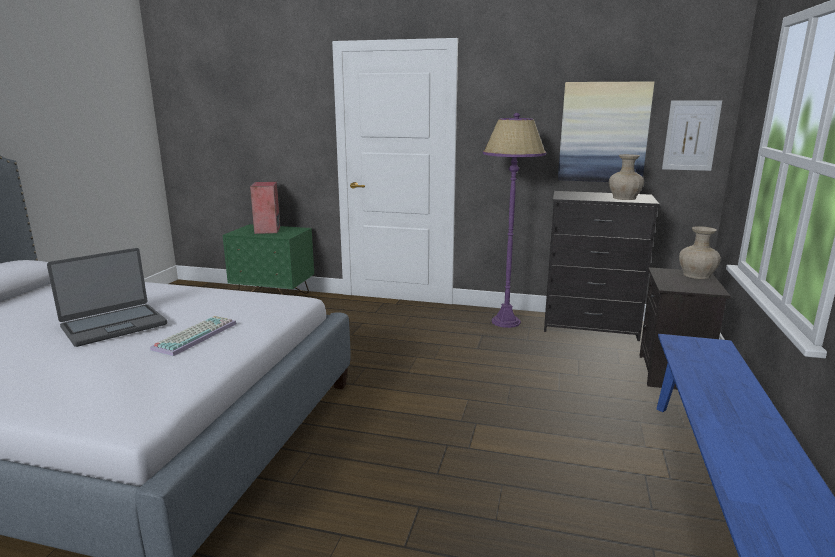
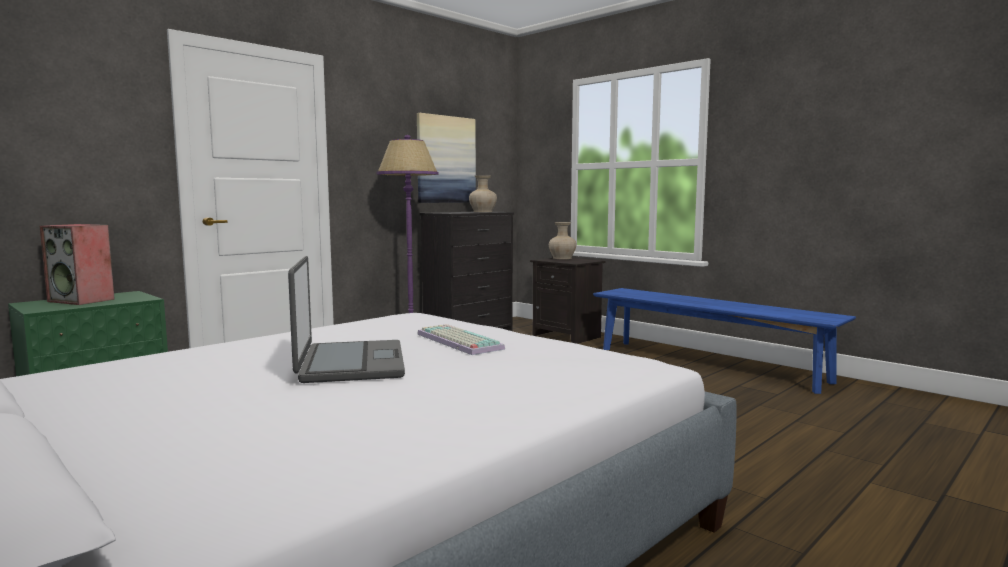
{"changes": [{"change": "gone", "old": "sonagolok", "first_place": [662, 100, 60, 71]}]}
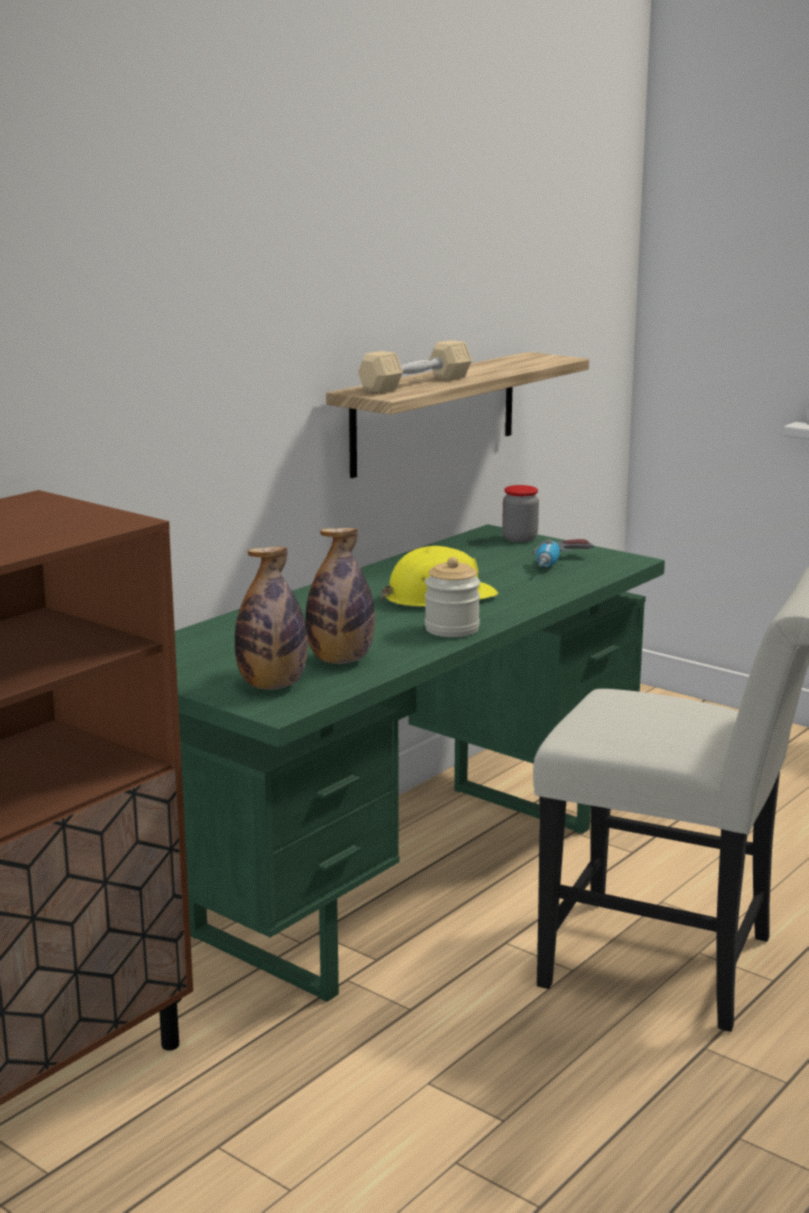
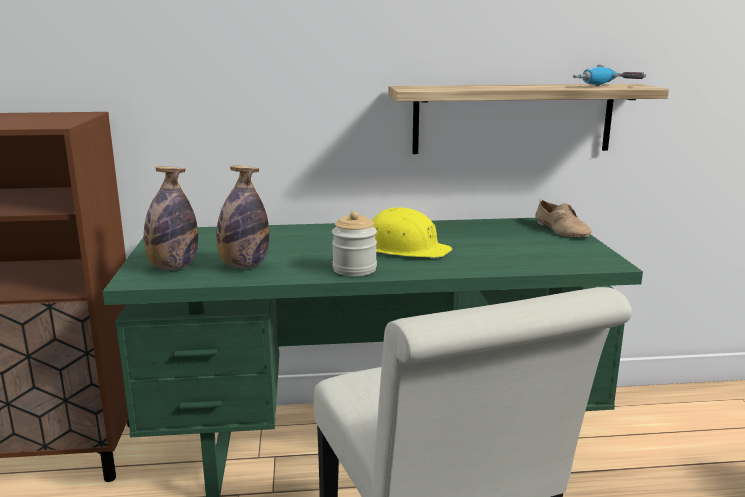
{"changes": [{"change": "gone", "old": "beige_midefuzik", "first_place": [358, 340, 114, 53]}, {"change": "swapped", "old": "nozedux", "new": "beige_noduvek", "first_place": [502, 485, 37, 57], "second_place": [535, 199, 57, 38]}, {"change": "shifted", "old": "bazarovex", "first_place": [532, 539, 62, 28], "second_place": [573, 65, 73, 21]}]}
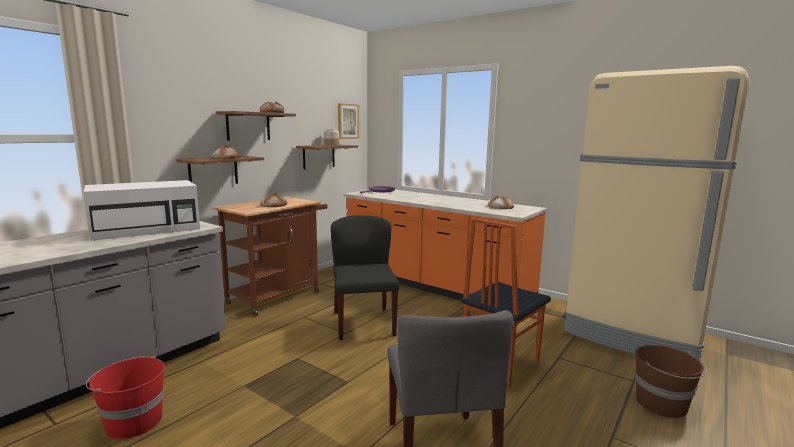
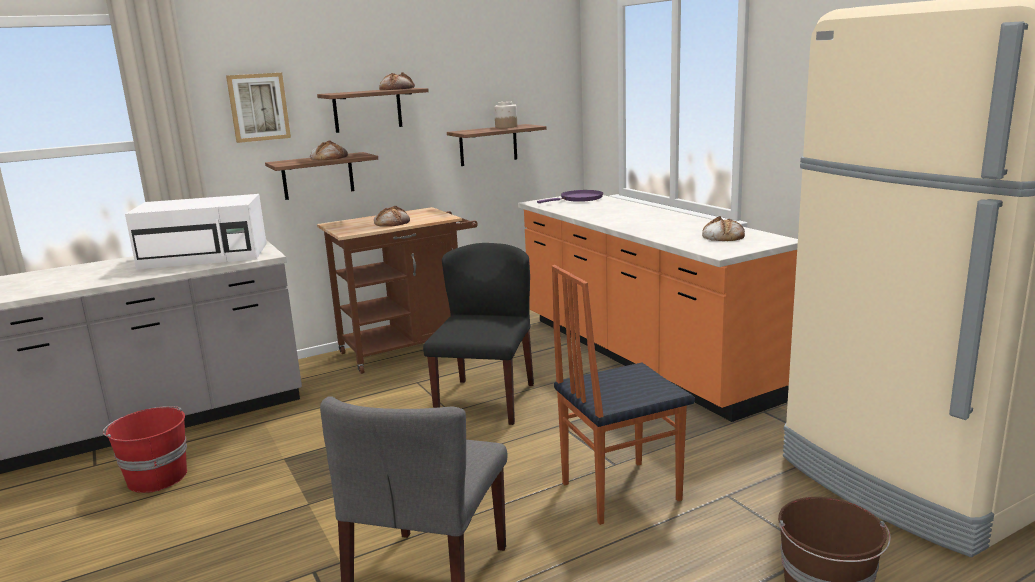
{"changes": [{"change": "shifted", "old": "sonagolok", "first_place": [338, 103, 21, 36], "second_place": [226, 73, 65, 70]}]}
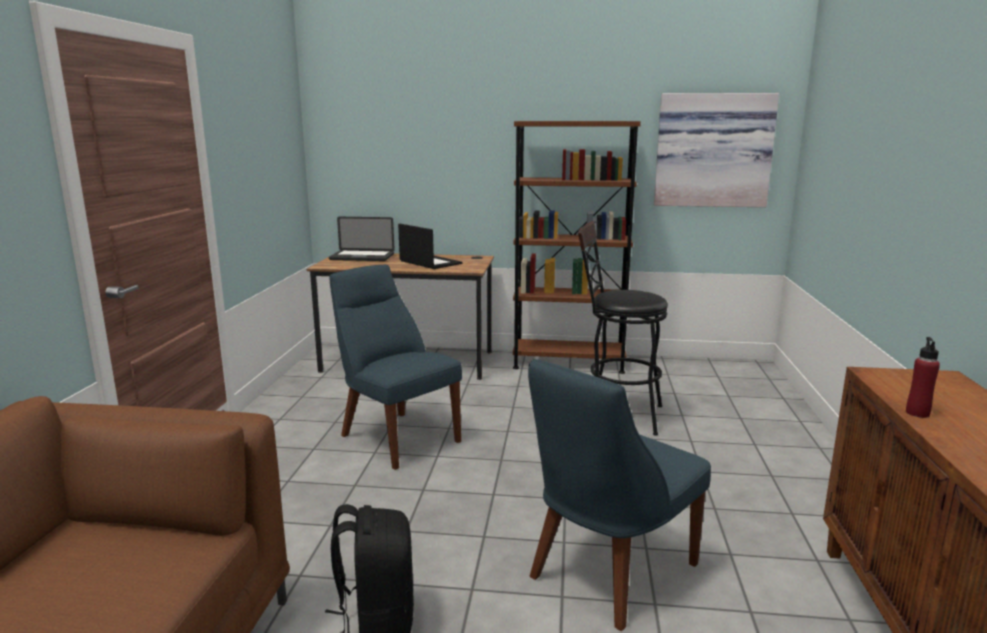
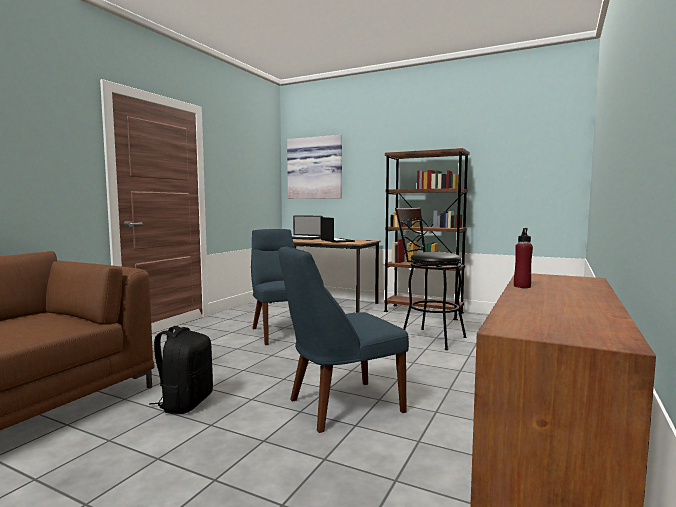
{"changes": [{"change": "shifted", "old": "sonagolok", "first_place": [654, 93, 125, 114], "second_place": [287, 135, 55, 64]}]}
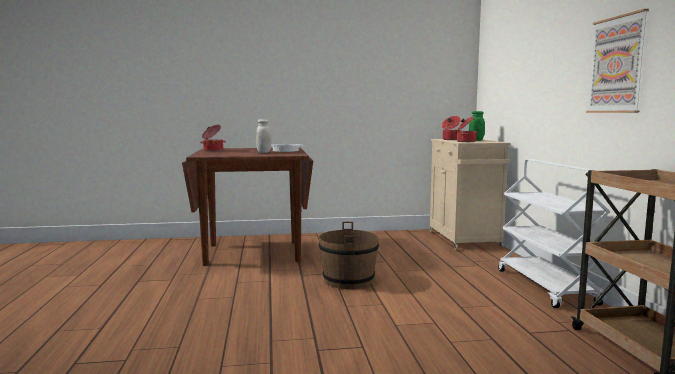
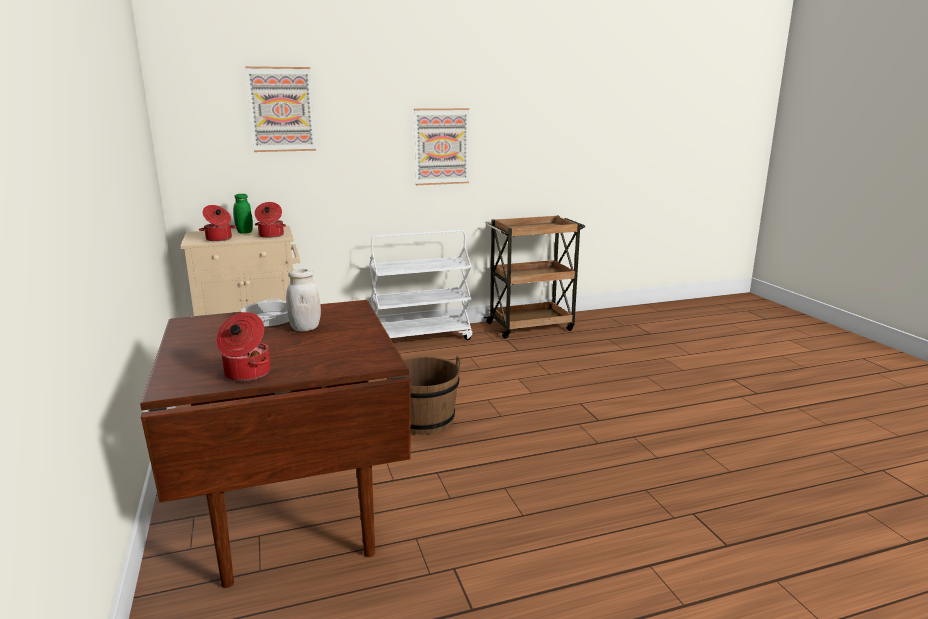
{"changes": [{"change": "new", "new": "sonagolok", "second_place": [245, 66, 71, 86]}]}
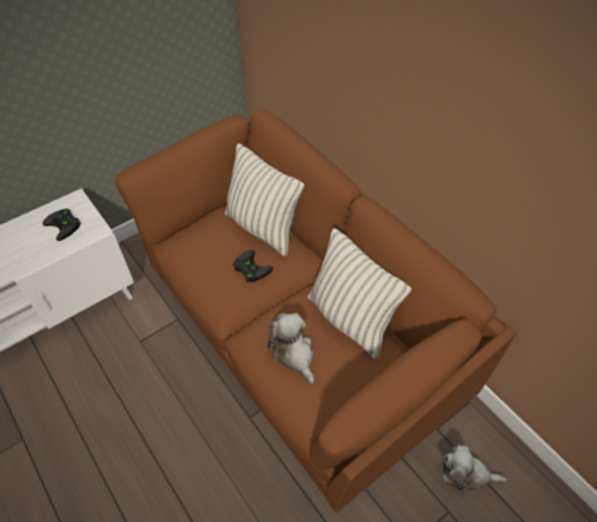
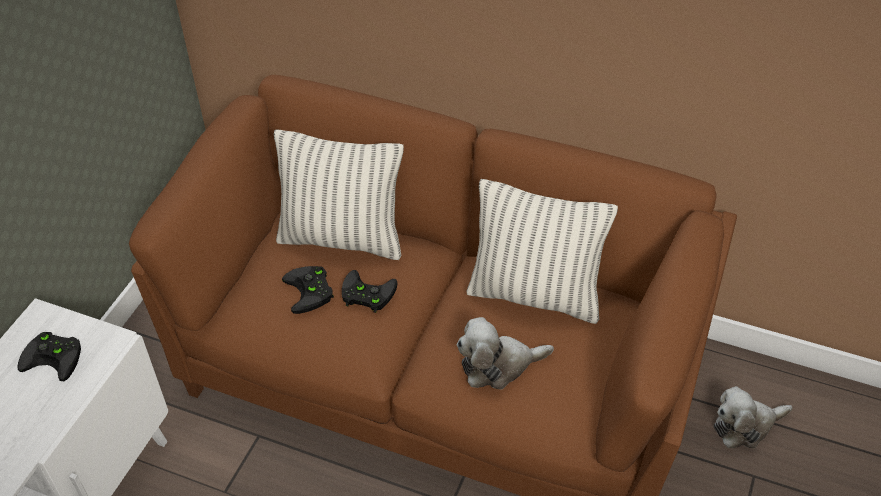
{"changes": [{"change": "rotated", "old": "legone", "first_place": [267, 313, 47, 71], "second_place": [457, 317, 97, 73], "degrees": -45}, {"change": "new", "new": "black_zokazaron", "second_place": [282, 266, 52, 48]}]}
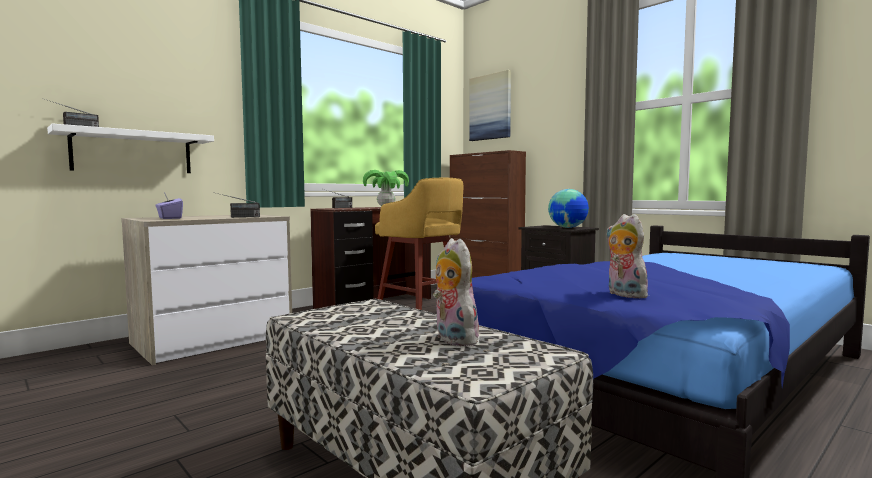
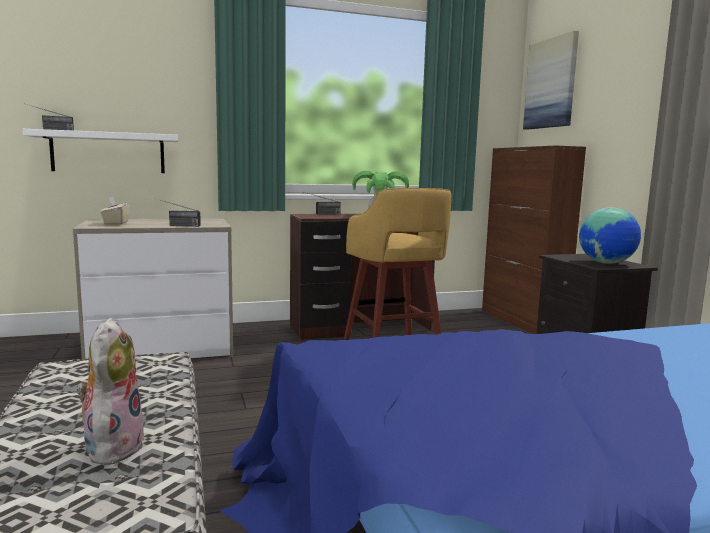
{"changes": [{"change": "repainted", "old": "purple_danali", "new": "beige_danali", "first_place": [156, 194, 27, 25], "second_place": [100, 197, 30, 28]}, {"change": "gone", "old": "legone", "first_place": [607, 214, 45, 84]}]}
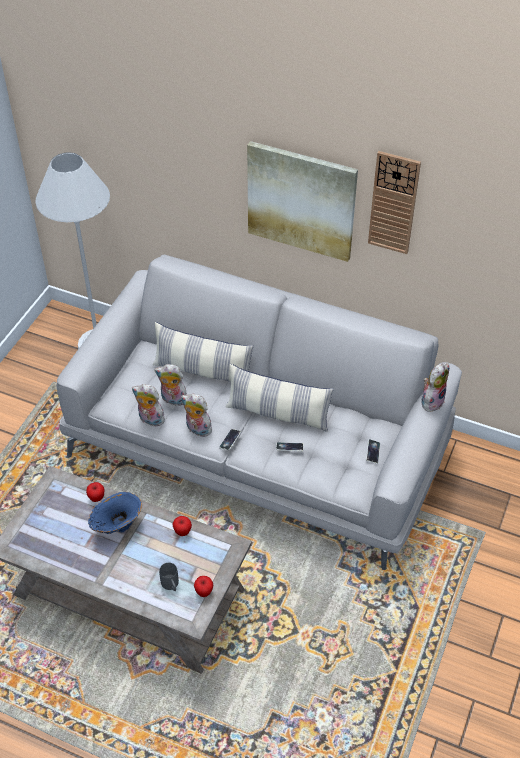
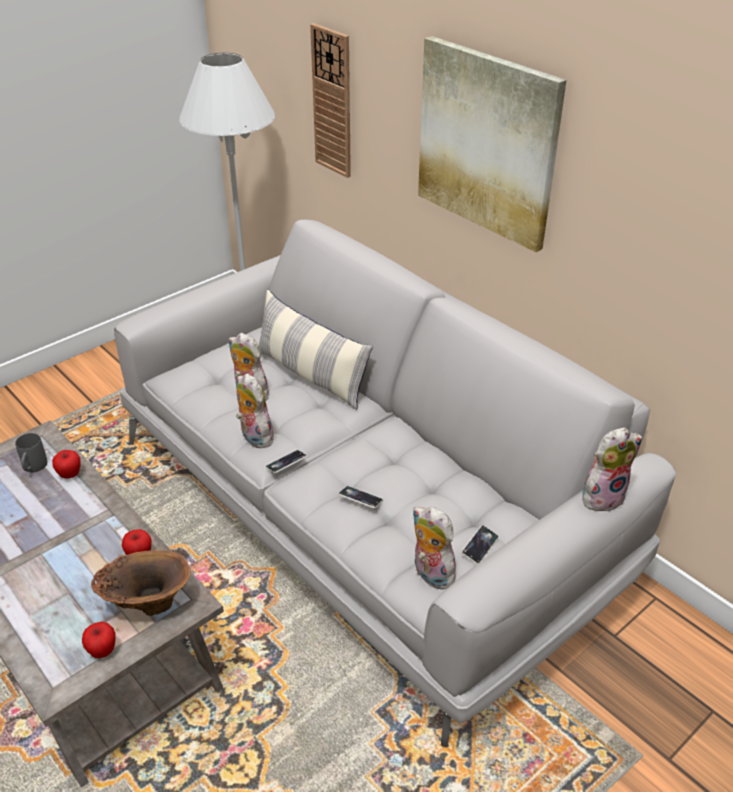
{"changes": [{"change": "gone", "old": "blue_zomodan", "first_place": [88, 492, 54, 42]}, {"change": "shifted", "old": "legone", "first_place": [132, 384, 33, 42], "second_place": [412, 507, 44, 83]}, {"change": "shifted", "old": "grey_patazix", "first_place": [159, 563, 20, 28], "second_place": [15, 433, 32, 39]}, {"change": "gone", "old": "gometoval", "first_place": [226, 364, 108, 68]}, {"change": "shifted", "old": "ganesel", "first_place": [368, 151, 53, 103], "second_place": [310, 23, 41, 155]}, {"change": "new", "new": "brown_zomodan", "second_place": [91, 550, 100, 66]}]}
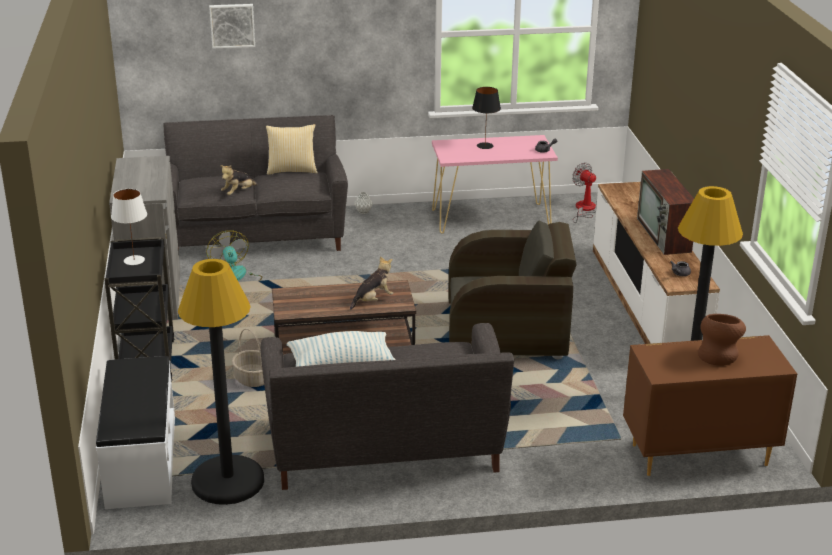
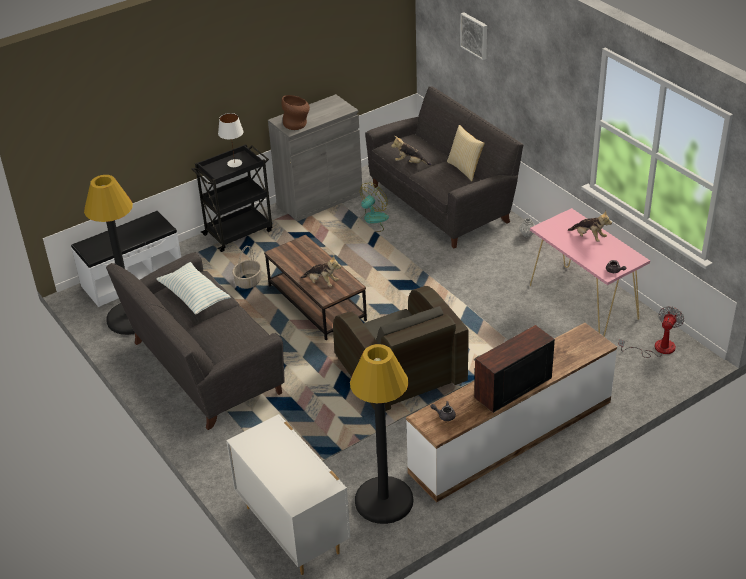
{"changes": [{"change": "swapped", "old": "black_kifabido", "new": "legone", "first_place": [472, 87, 29, 62], "second_place": [568, 211, 44, 31]}, {"change": "repainted", "old": "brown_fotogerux", "new": "white_fotogerux", "first_place": [623, 335, 174, 141], "second_place": [226, 414, 125, 161]}, {"change": "shifted", "old": "brown_zomodan", "first_place": [698, 314, 48, 52], "second_place": [281, 95, 29, 35]}]}
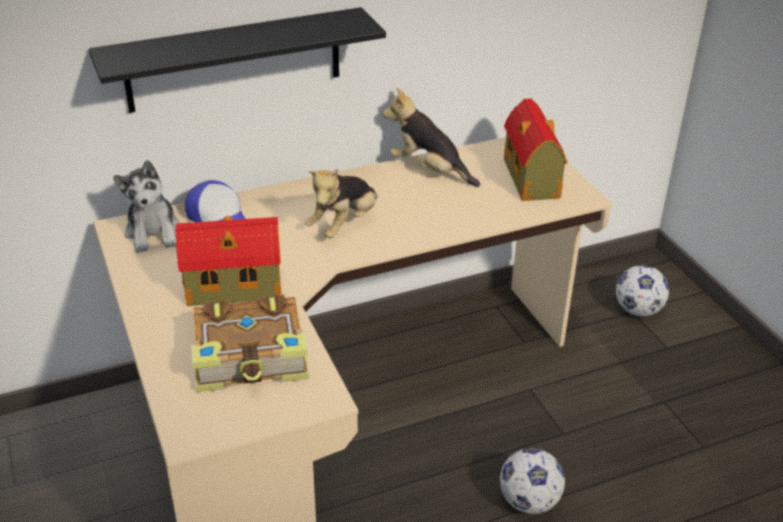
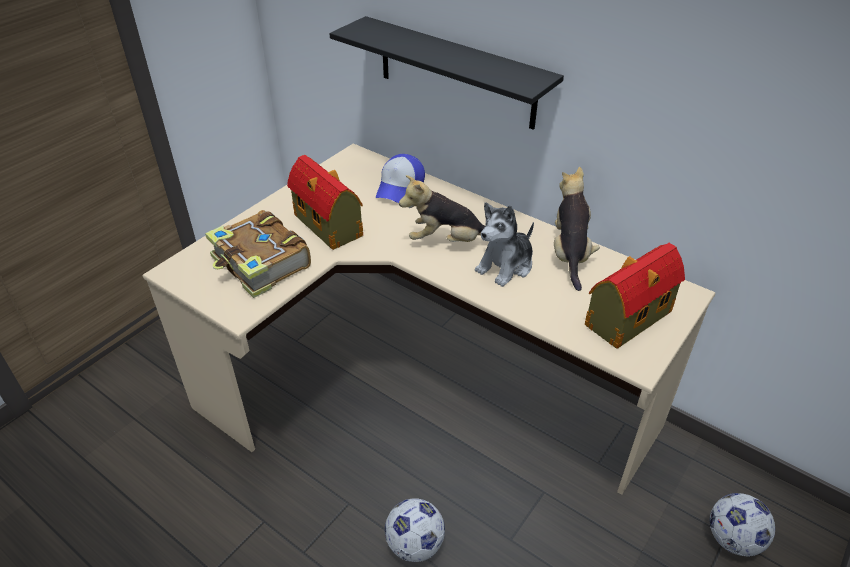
{"changes": [{"change": "shifted", "old": "legone", "first_place": [113, 160, 67, 93], "second_place": [475, 202, 59, 85]}]}
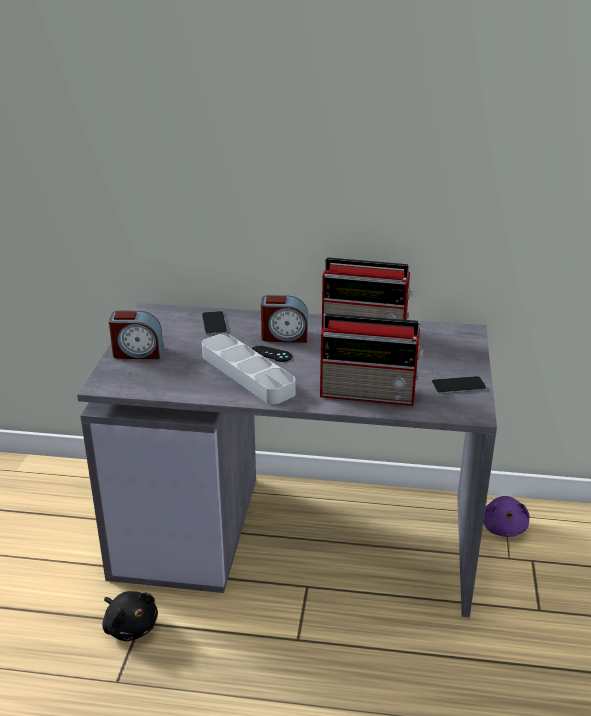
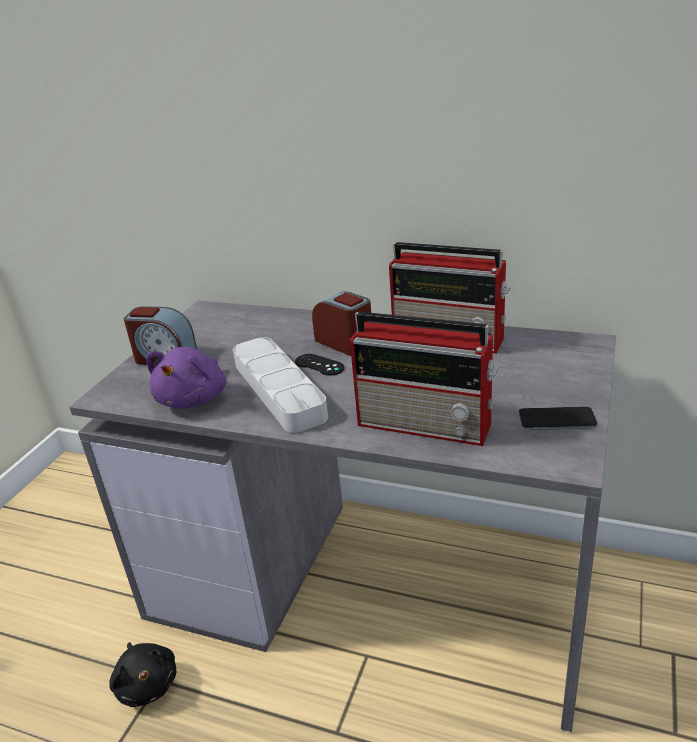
{"changes": [{"change": "gone", "old": "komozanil", "first_place": [202, 311, 25, 24]}, {"change": "rotated", "old": "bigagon", "first_place": [261, 295, 47, 48], "second_place": [312, 291, 59, 65], "degrees": -150}, {"change": "shifted", "old": "purple_legone", "first_place": [483, 496, 47, 41], "second_place": [147, 347, 79, 62]}]}
